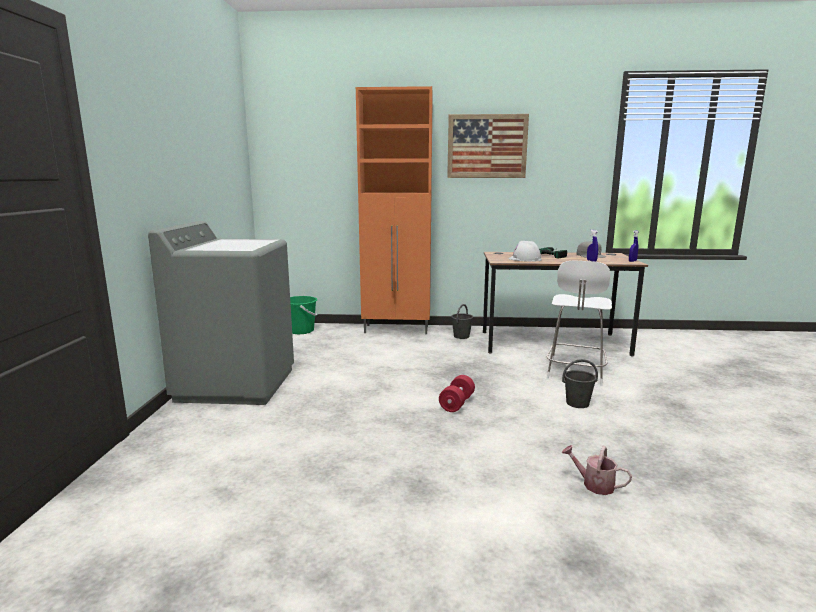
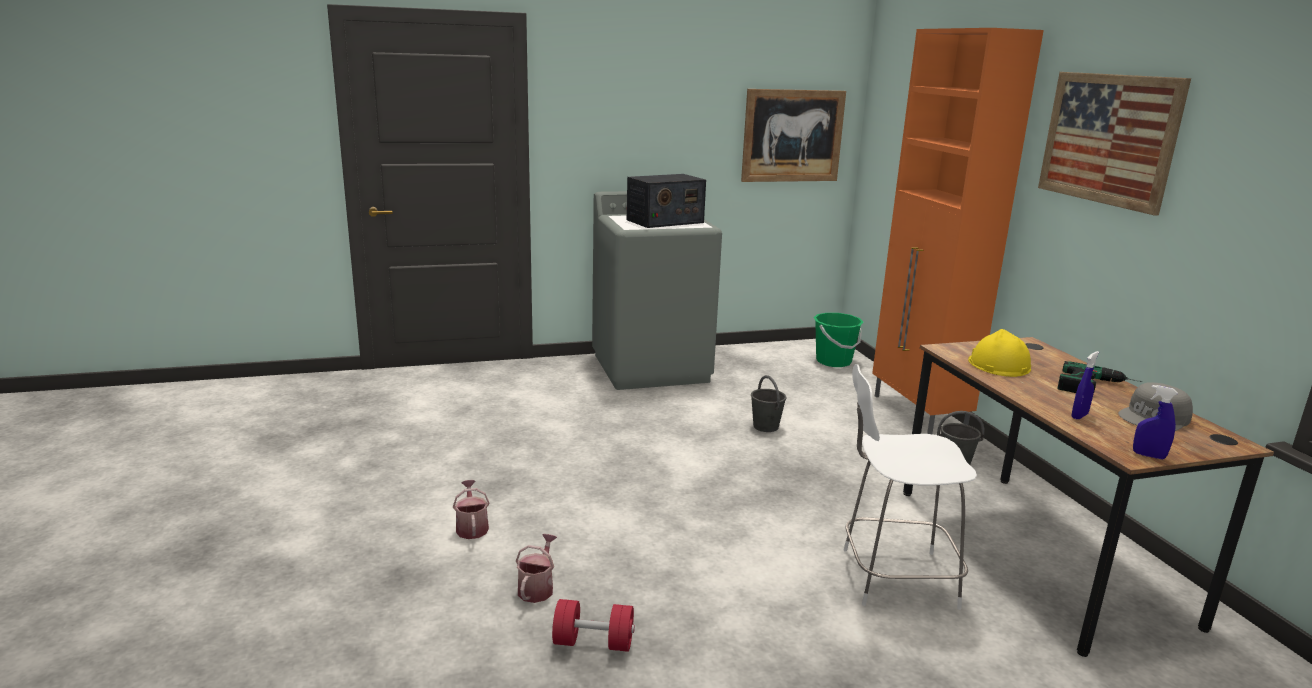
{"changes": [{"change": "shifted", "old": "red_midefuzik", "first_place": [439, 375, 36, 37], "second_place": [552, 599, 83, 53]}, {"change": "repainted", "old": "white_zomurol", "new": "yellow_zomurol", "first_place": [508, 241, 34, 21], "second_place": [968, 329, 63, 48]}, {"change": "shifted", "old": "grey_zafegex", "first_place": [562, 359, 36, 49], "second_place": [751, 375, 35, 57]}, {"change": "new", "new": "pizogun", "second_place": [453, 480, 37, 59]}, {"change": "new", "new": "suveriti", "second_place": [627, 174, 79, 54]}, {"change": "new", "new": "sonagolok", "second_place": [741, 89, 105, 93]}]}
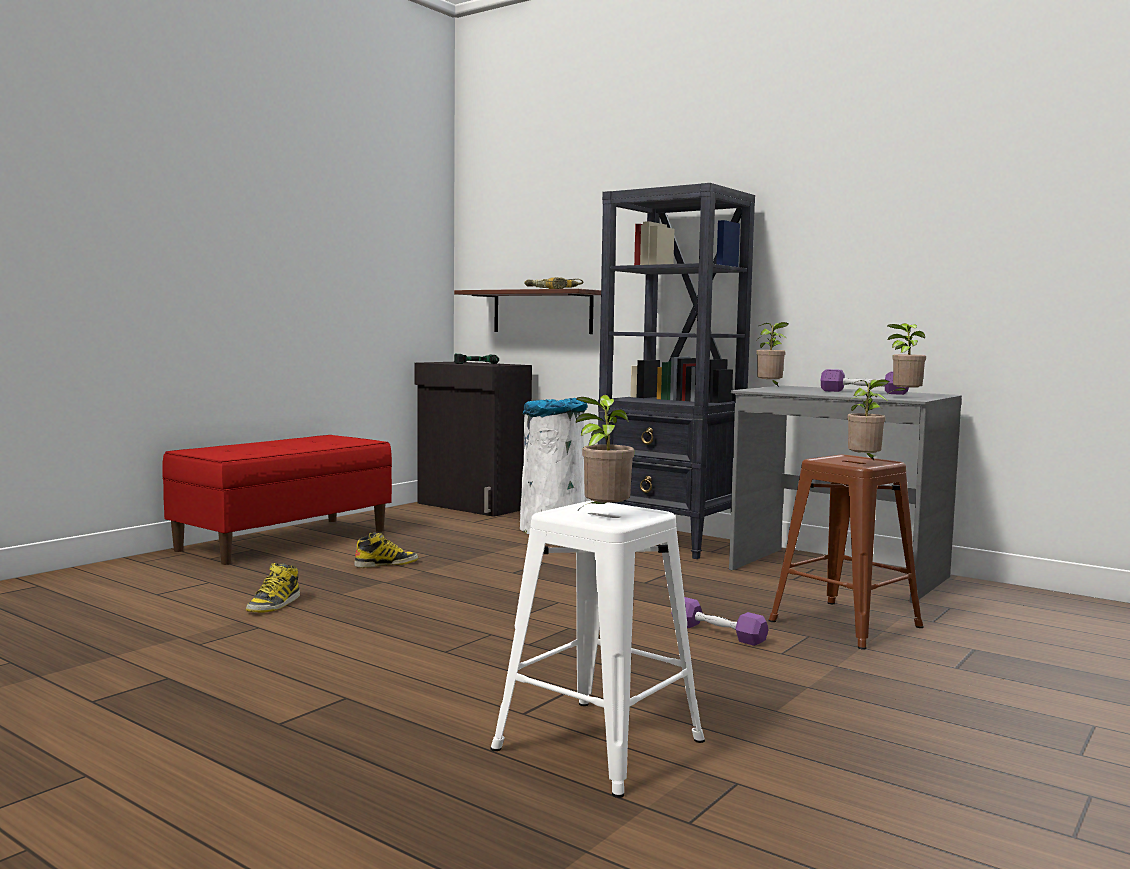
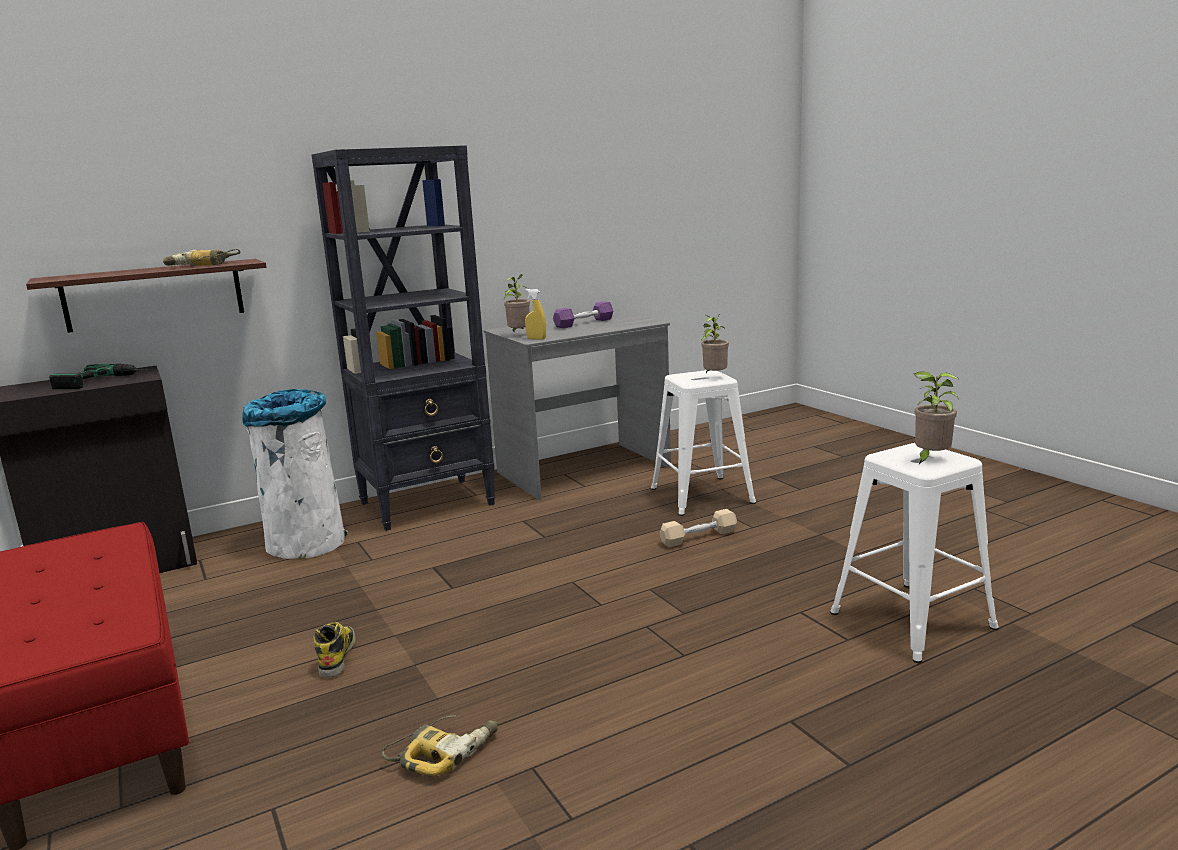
{"changes": [{"change": "swapped", "old": "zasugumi", "new": "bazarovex", "first_place": [246, 563, 54, 50], "second_place": [381, 715, 117, 61]}, {"change": "repainted", "old": "purple_midefuzik", "new": "beige_midefuzik", "first_place": [671, 597, 98, 49], "second_place": [660, 509, 77, 39]}, {"change": "repainted", "old": "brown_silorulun", "new": "white_silorulun", "first_place": [768, 455, 156, 195], "second_place": [651, 370, 105, 146]}, {"change": "gone", "old": "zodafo", "first_place": [887, 323, 39, 71]}, {"change": "new", "new": "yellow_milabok", "second_place": [525, 289, 21, 50]}]}
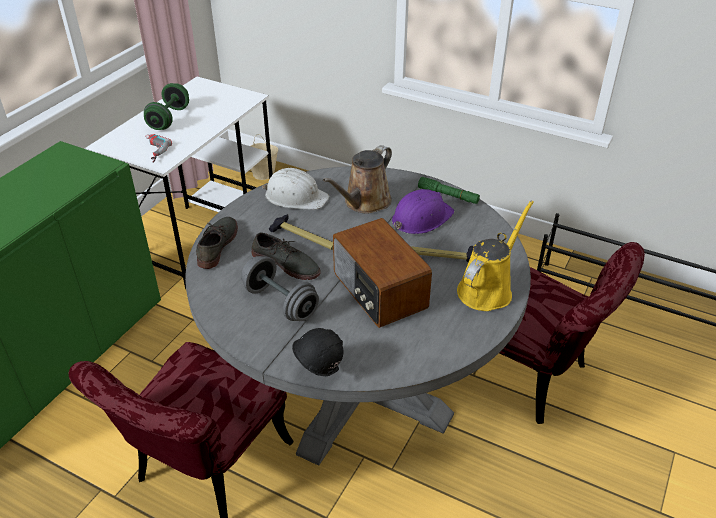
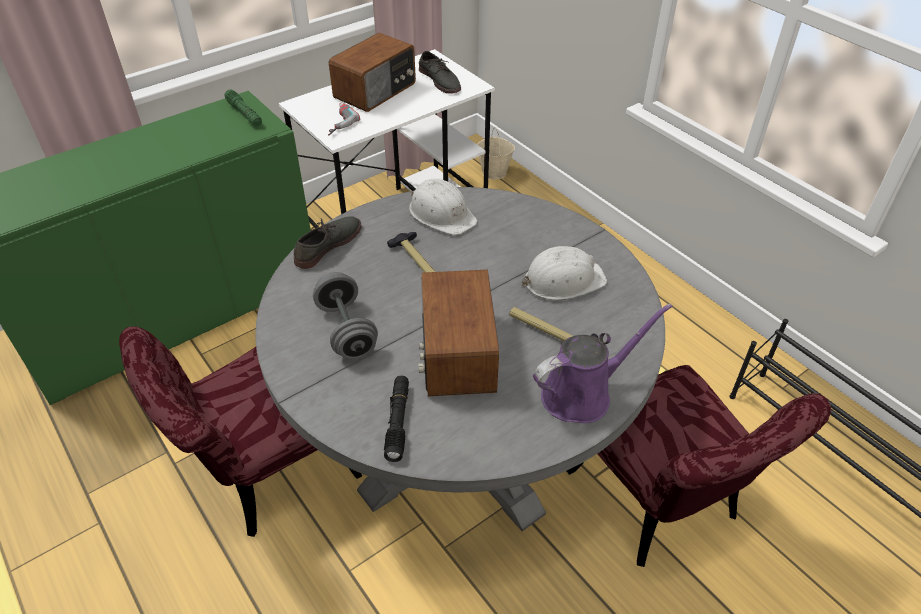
{"changes": [{"change": "swapped", "old": "green_midefuzik", "new": "suveriti", "first_place": [144, 83, 45, 47], "second_place": [329, 33, 87, 79]}, {"change": "shifted", "old": "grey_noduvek", "first_place": [252, 232, 69, 48], "second_place": [419, 51, 42, 43]}, {"change": "gone", "old": "black_zomurol", "first_place": [292, 328, 51, 48]}, {"change": "gone", "old": "brown_pizogun", "first_place": [323, 145, 69, 69]}, {"change": "repainted", "old": "purple_zomurol", "new": "white_zomurol", "first_place": [392, 189, 62, 45], "second_place": [522, 246, 85, 54]}, {"change": "shifted", "old": "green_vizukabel", "first_place": [418, 177, 62, 27], "second_place": [225, 89, 37, 38]}, {"change": "repainted", "old": "yellow_pizogun", "new": "purple_pizogun", "first_place": [457, 201, 77, 110], "second_place": [533, 303, 139, 120]}, {"change": "new", "new": "black_vizukabel", "second_place": [384, 376, 25, 86]}]}
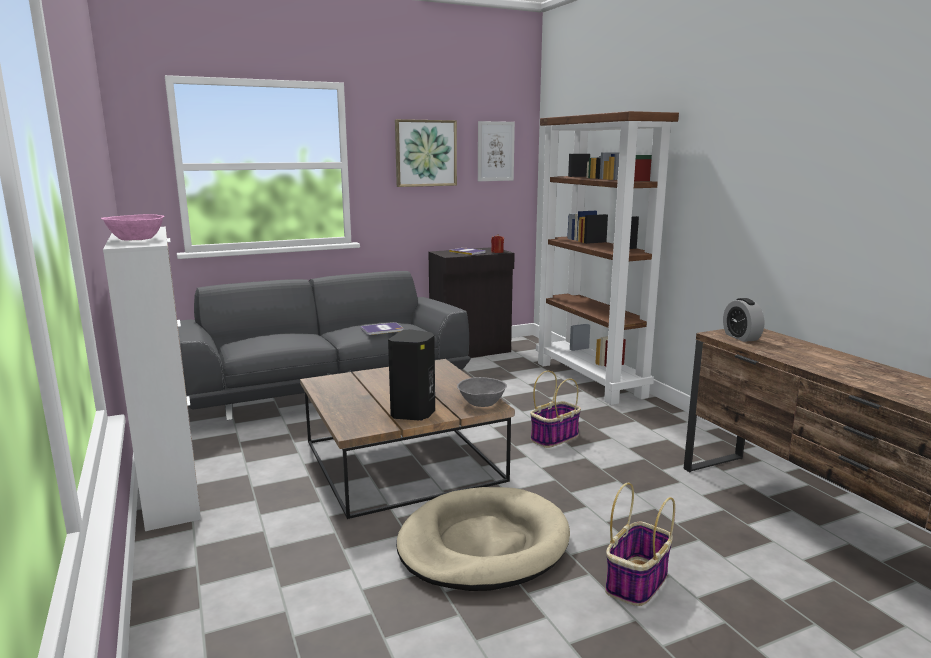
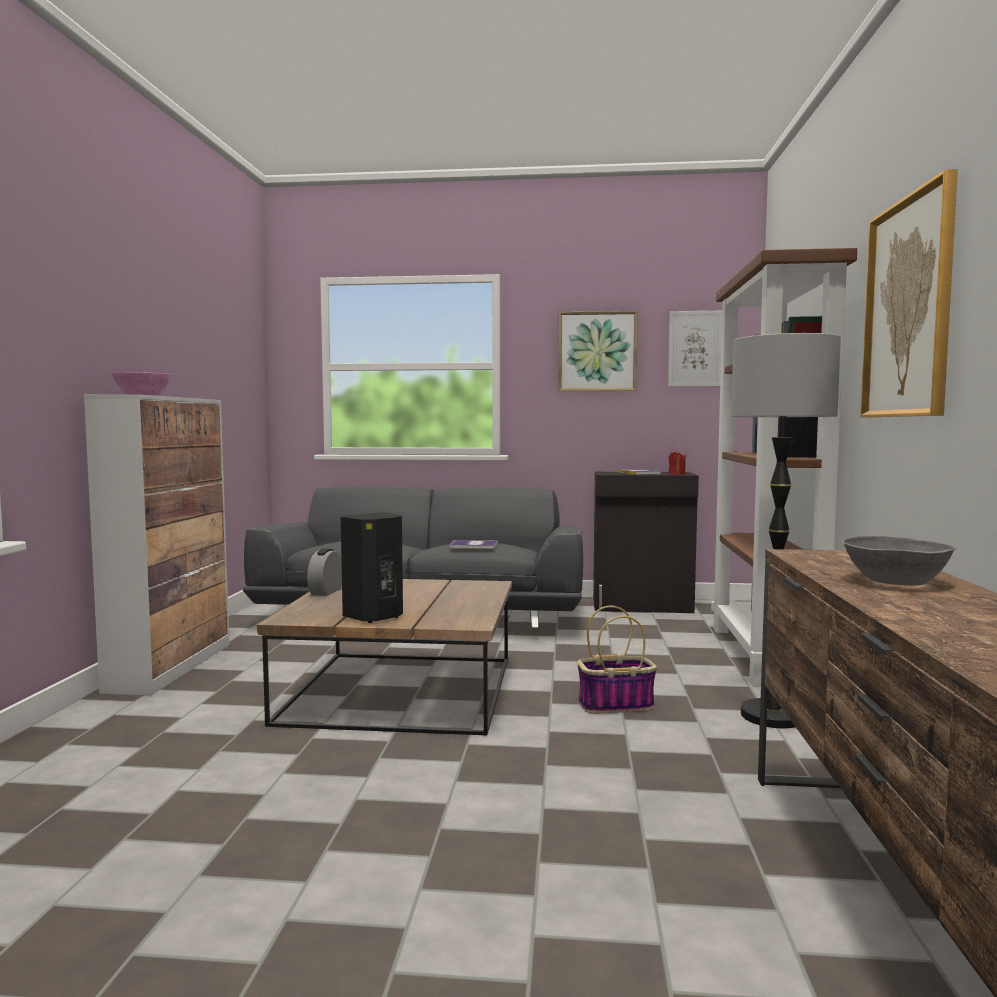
{"changes": [{"change": "gone", "old": "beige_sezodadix", "first_place": [397, 487, 173, 104]}, {"change": "shifted", "old": "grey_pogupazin", "first_place": [457, 377, 50, 30], "second_place": [841, 535, 116, 51]}, {"change": "gone", "old": "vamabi", "first_place": [605, 483, 70, 123]}, {"change": "shifted", "old": "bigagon", "first_place": [723, 298, 41, 44], "second_place": [307, 548, 35, 48]}, {"change": "new", "new": "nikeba", "second_place": [731, 333, 110, 395]}, {"change": "new", "new": "sonagolok", "second_place": [860, 169, 98, 248]}]}
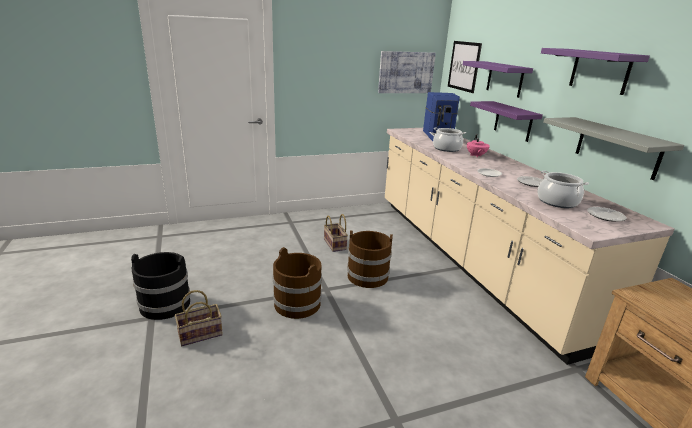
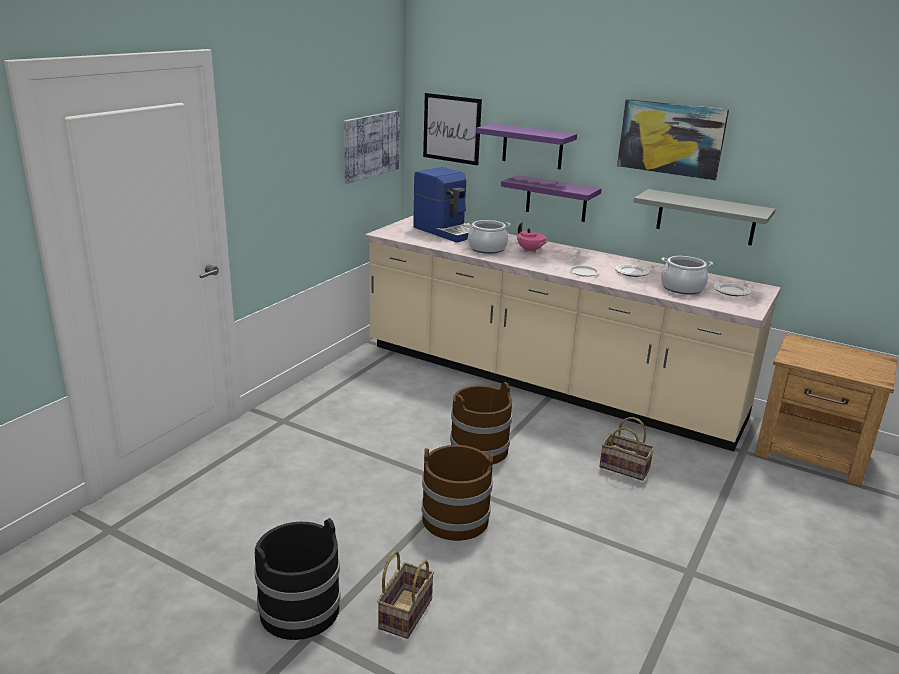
{"changes": [{"change": "shifted", "old": "vamabi", "first_place": [324, 214, 24, 38], "second_place": [599, 417, 56, 64]}, {"change": "swapped", "old": "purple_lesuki", "new": "sonagolok", "first_place": [541, 48, 109, 47], "second_place": [617, 99, 112, 81]}]}
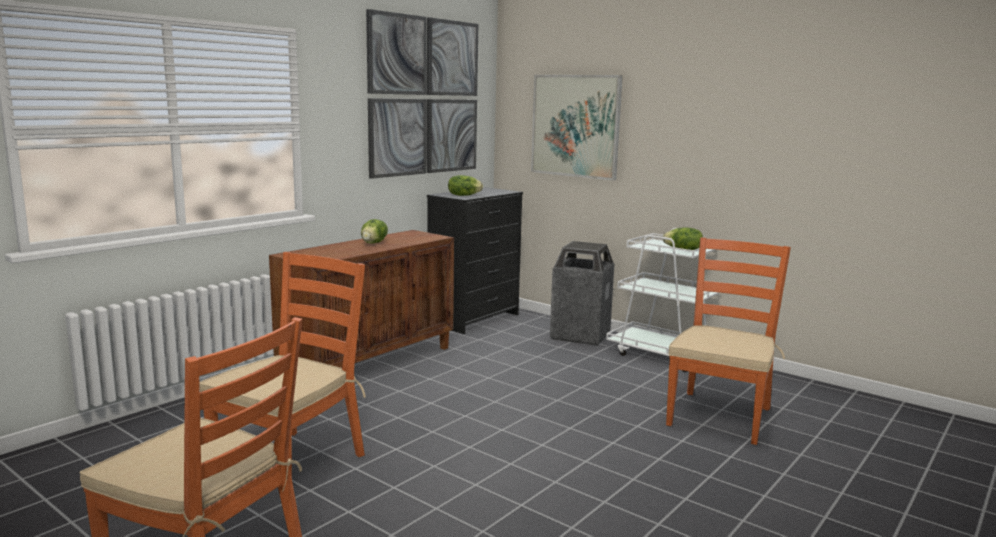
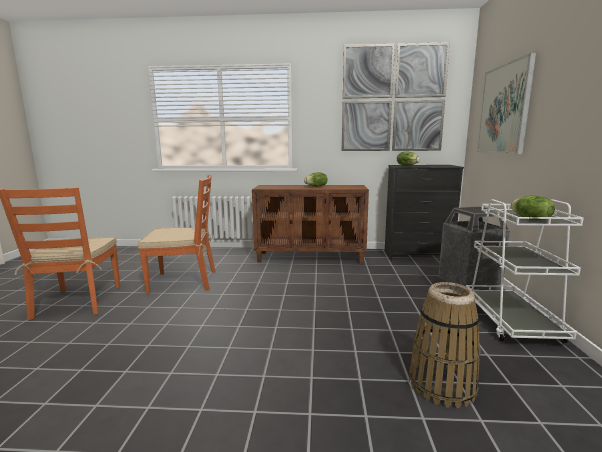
{"changes": [{"change": "swapped", "old": "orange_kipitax", "new": "vamabi", "first_place": [666, 238, 125, 207], "second_place": [409, 282, 72, 126]}]}
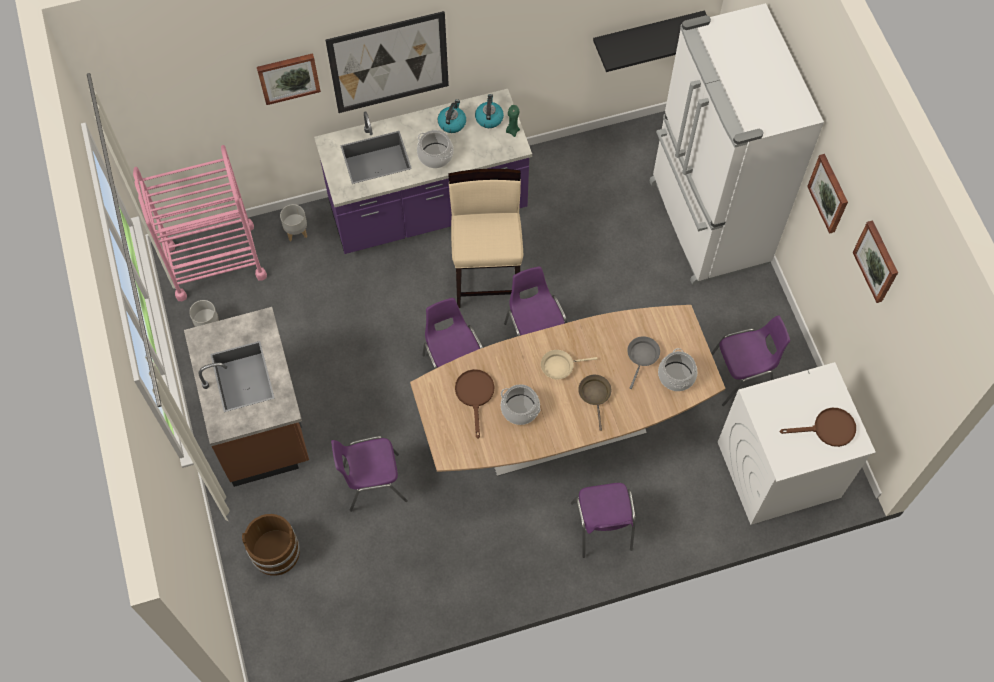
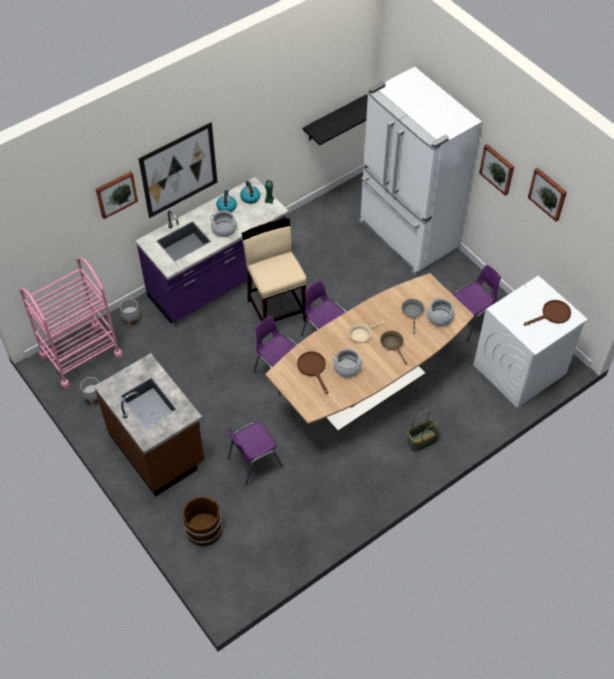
{"changes": [{"change": "swapped", "old": "purple_kipitax", "new": "vamabi", "first_place": [571, 483, 65, 75], "second_place": [407, 411, 33, 41]}]}
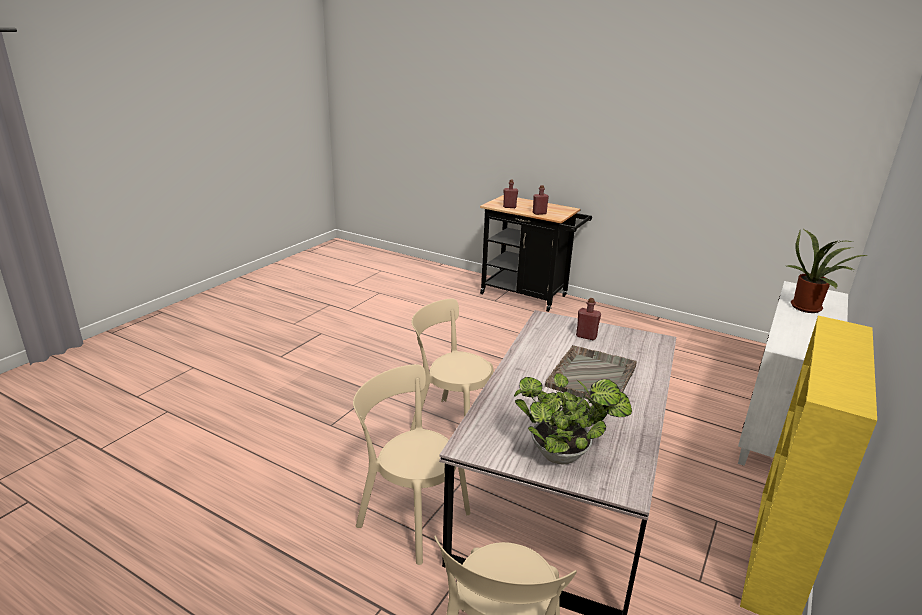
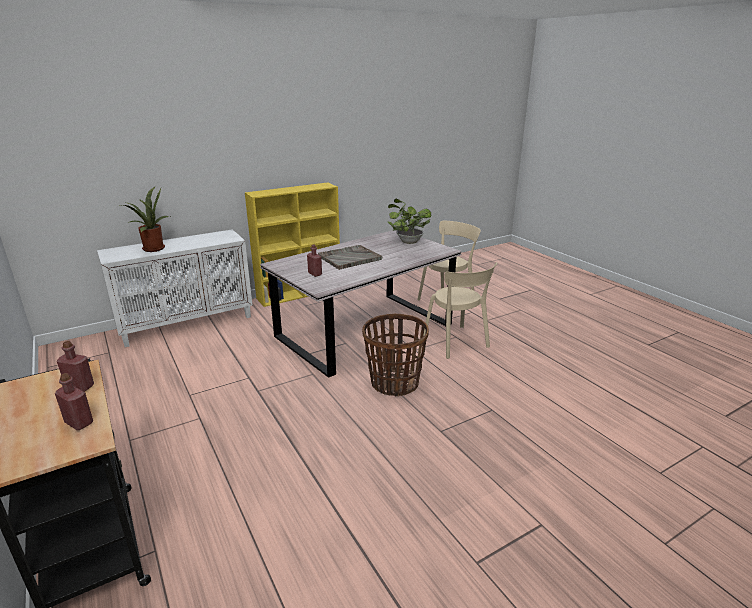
{"changes": [{"change": "swapped", "old": "beige_kipitax", "new": "vamabi", "first_place": [410, 298, 84, 133], "second_place": [362, 314, 67, 82]}]}
